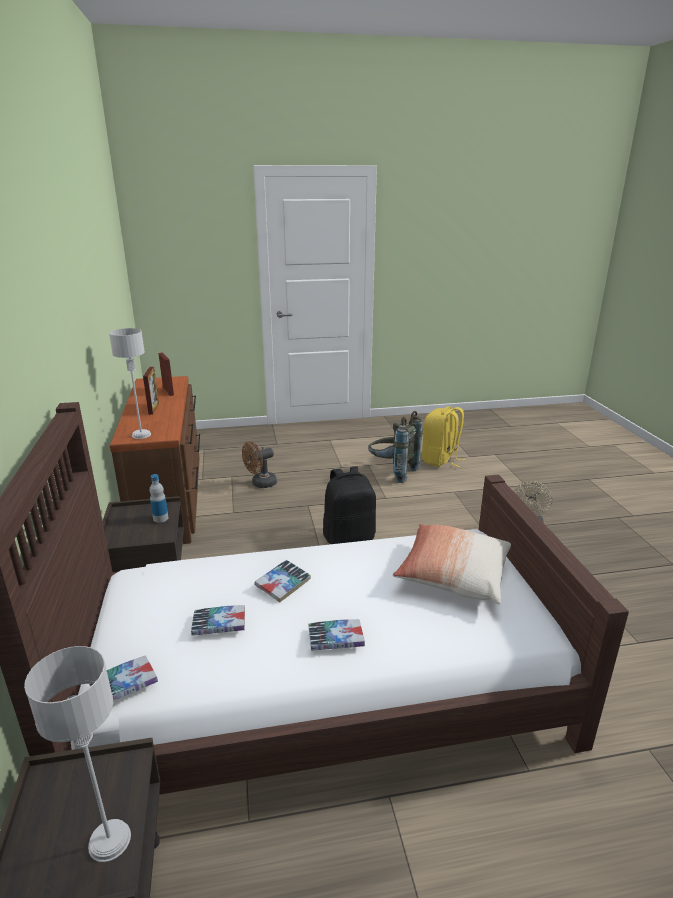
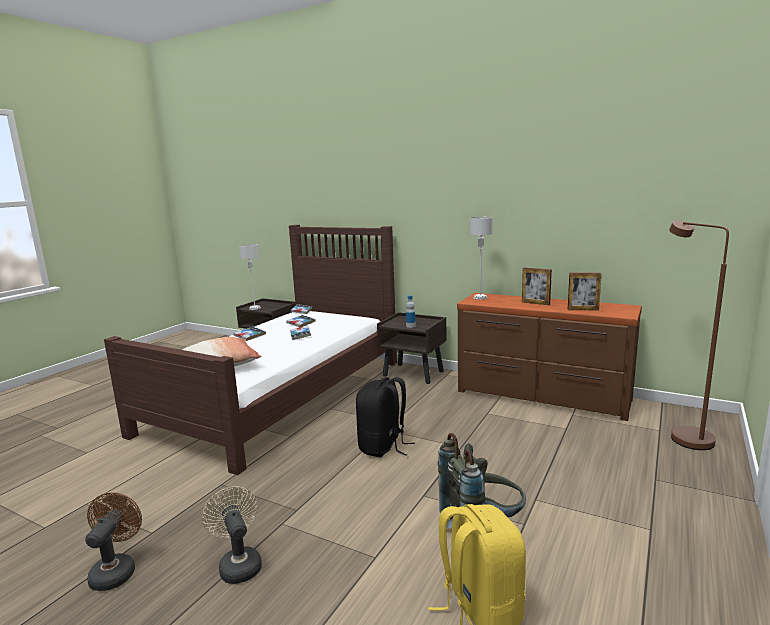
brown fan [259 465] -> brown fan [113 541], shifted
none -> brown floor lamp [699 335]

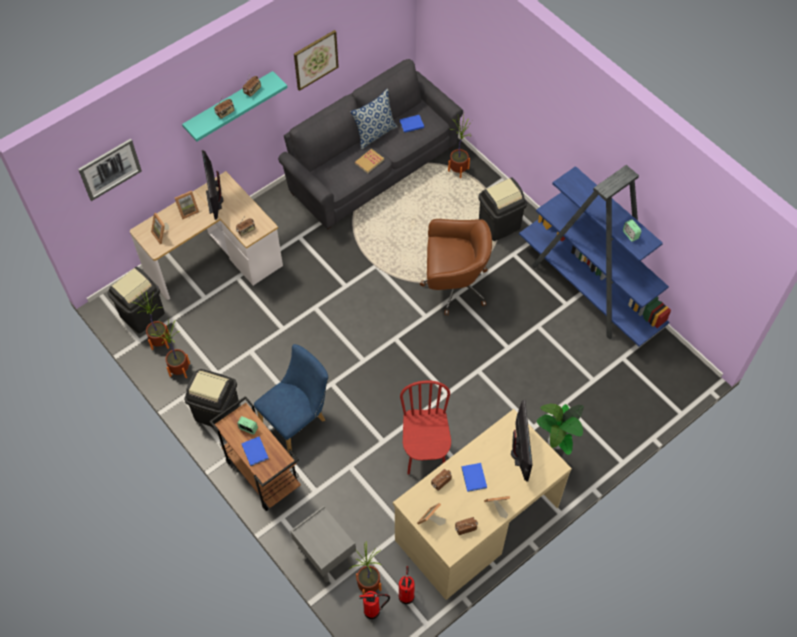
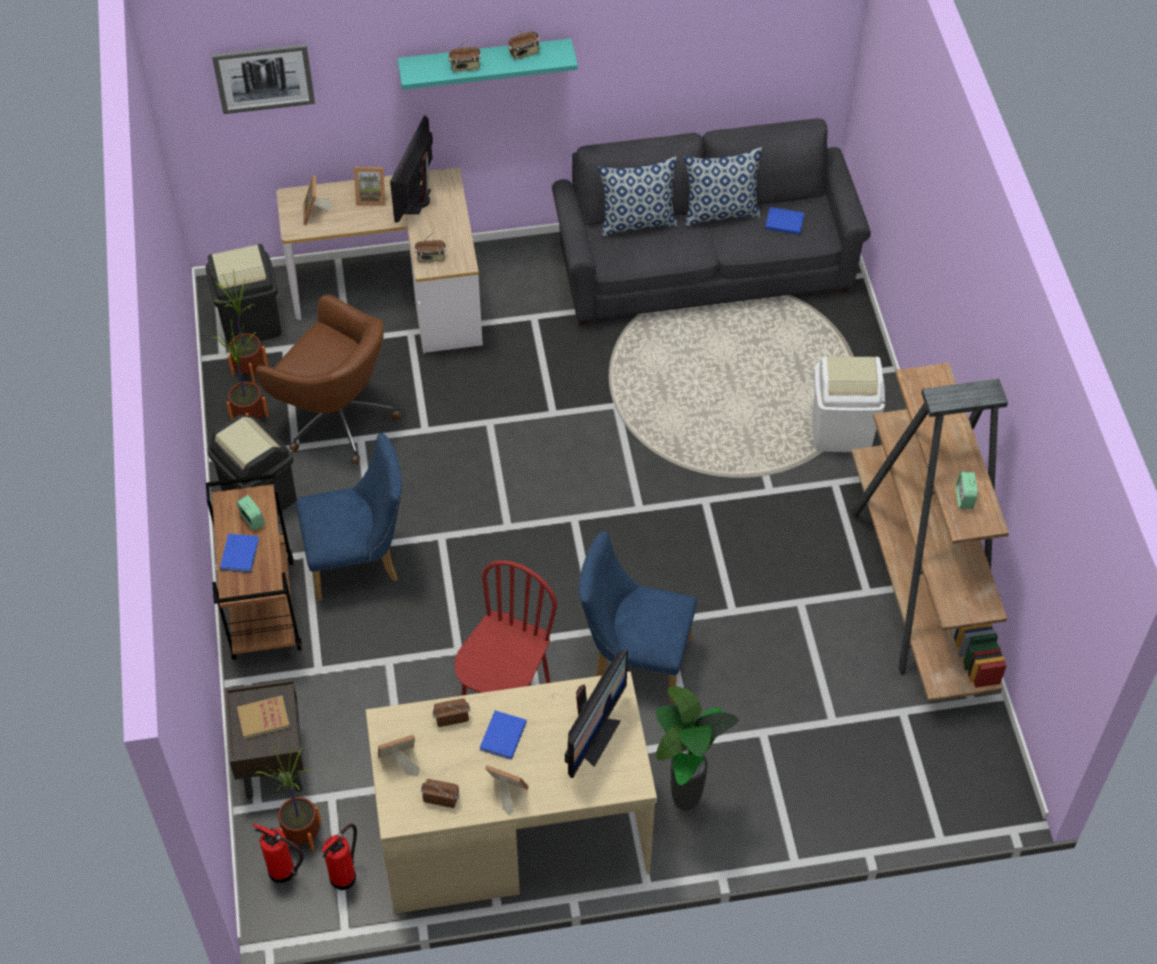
grey nightstand [323 544] -> brown nightstand [264 739]
book [369 161] -> book [263 717], shifted
brown office chair [456 267] -> brown office chair [328 379], shifted
none -> blue chair [637 617]
none -> pillow [638 196]
black trash can [502 209] -> white trash can [848 404]
blue bookcase [595 256] -> brown bookcase [930 532]
picture [316 60] -> none
potted plant [460 147] -> none

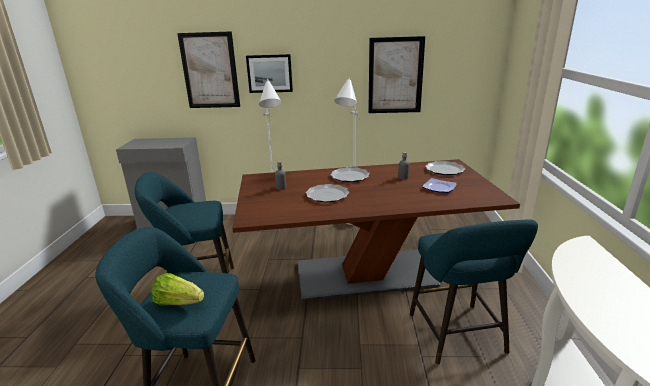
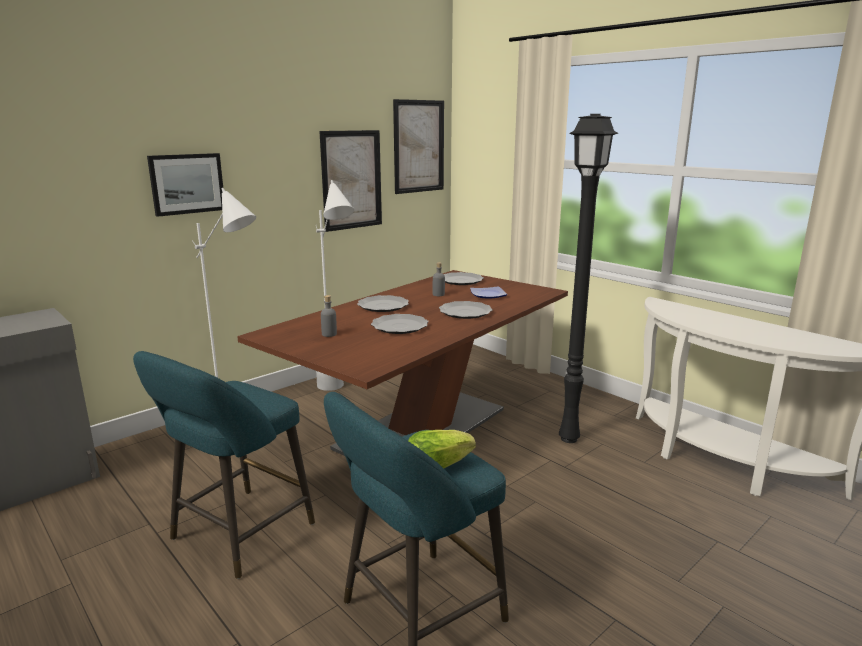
picture [208 69] -> picture [418 146], shifted
none -> plate [466 310]
turquoise stool [474 292] -> black floor lamp [588 278]

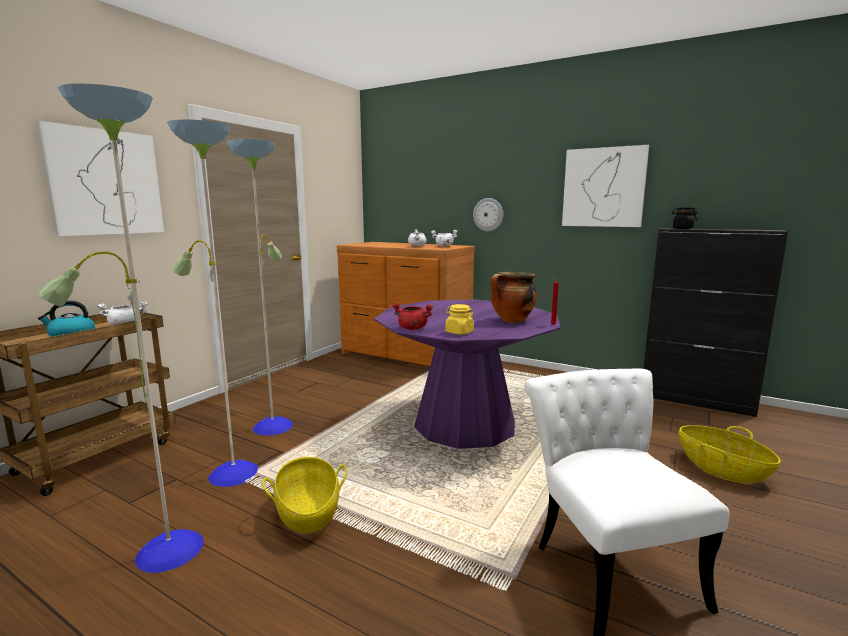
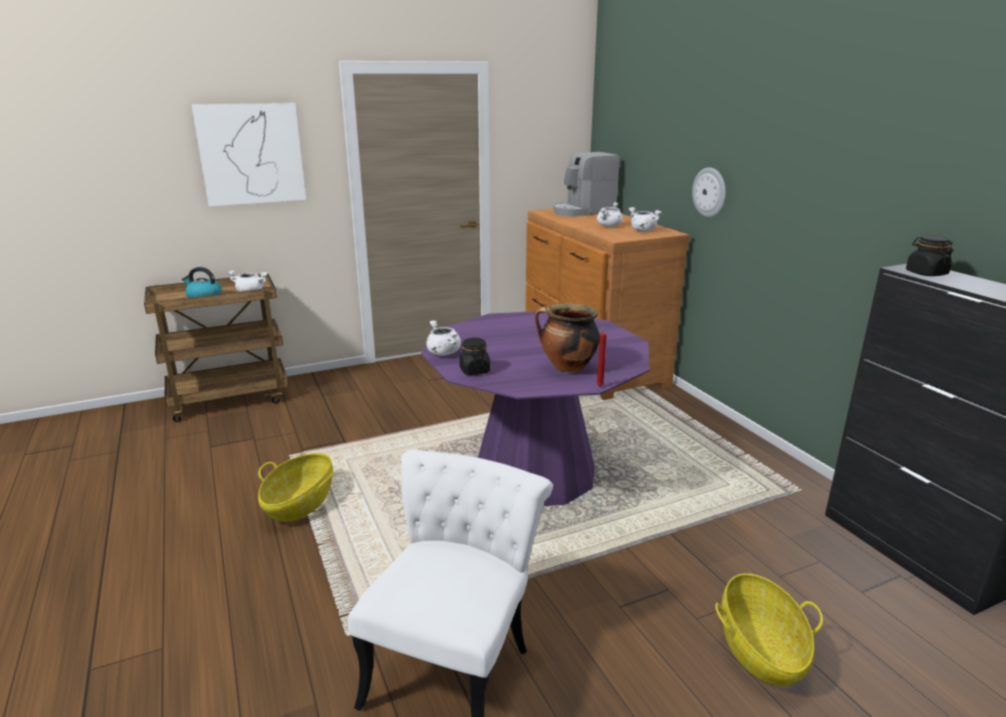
red cooking pot [413 316] -> white cooking pot [443 338]
yellow jar [459 319] -> black jar [474 356]
none -> coffee machine [586 184]
floor lamp [166 328] -> none
picture [605 186] -> none

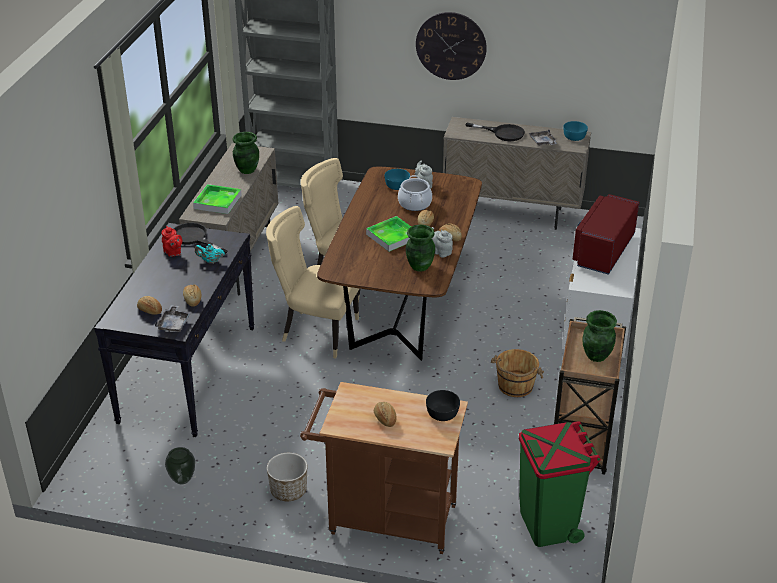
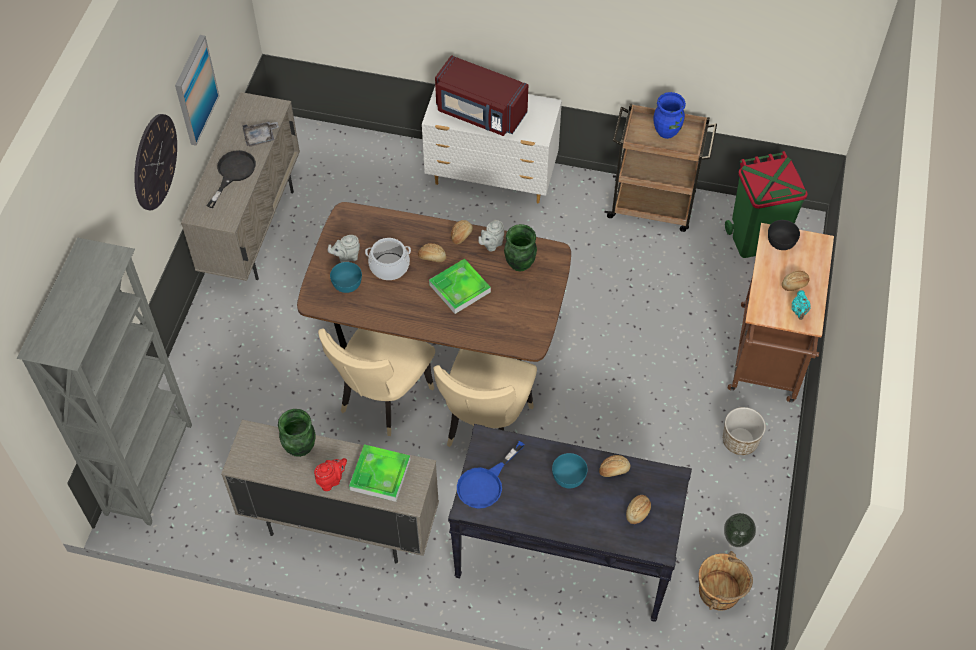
none -> picture [197 90]
red teapot [172 241] -> red teapot [330 474], shifted
black frying pan [200 238] -> blue frying pan [491 475]
turquoise bowl [575 131] -> turquoise bowl [569 470], shifted
green vase [600 336] -> blue vase [670 115]
brown bucket [517 373] -> brown bucket [725 581], shifted
turquoise teapot [210 254] -> turquoise teapot [801 305], shifted
grey tray [173 318] -> none

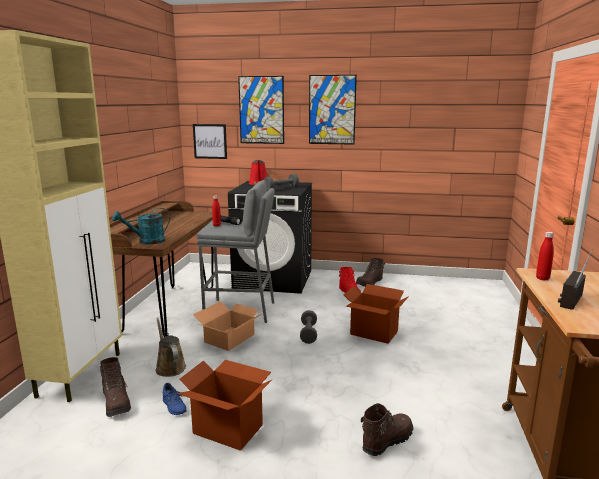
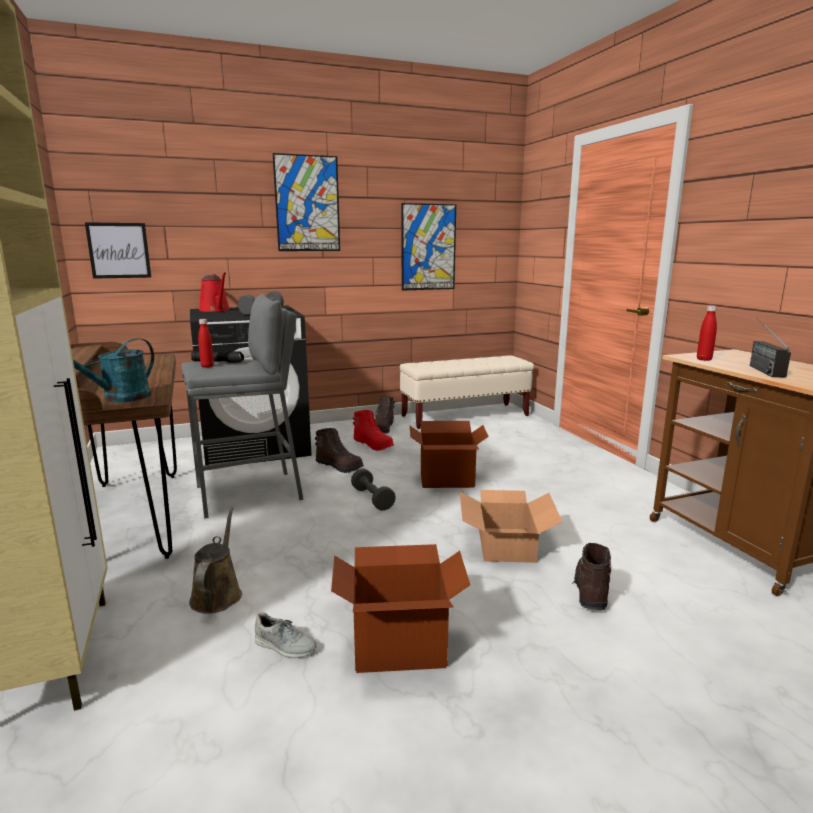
brown watering can [170 347] -> brown watering can [215 561], 60 degrees clockwise
blue shoe [174 399] -> grey shoe [286 635]
brown boot [115 387] -> brown boot [339 450], shifted
none -> beige bench [467 392]
picture [261 110] -> picture [428 247], shifted
cardboard box [228 326] -> cardboard box [511 526], shifted

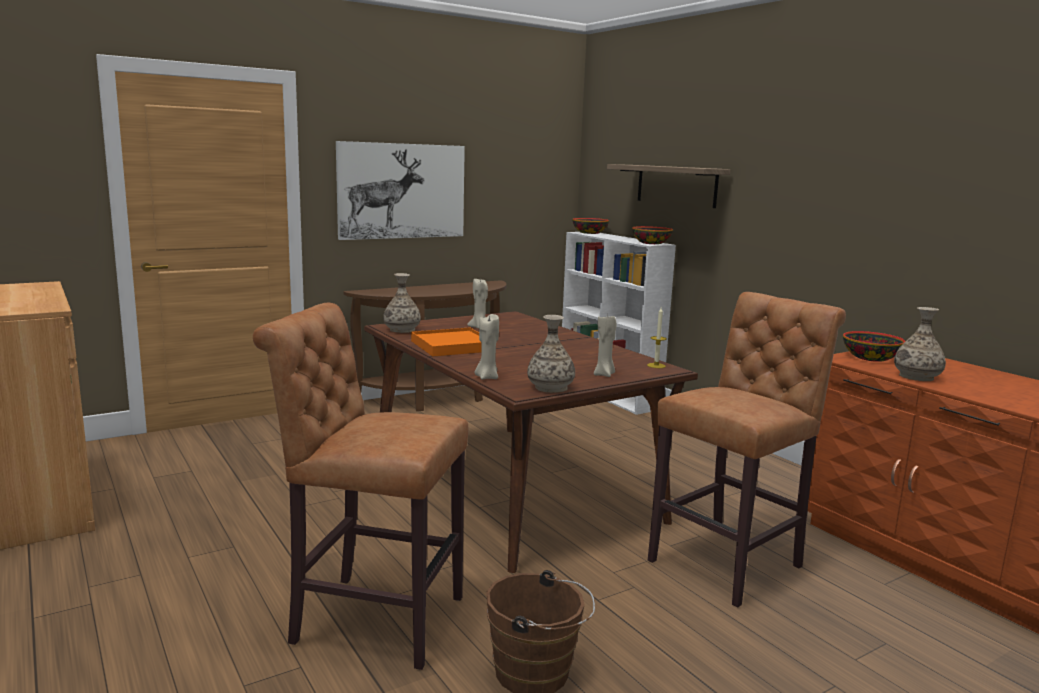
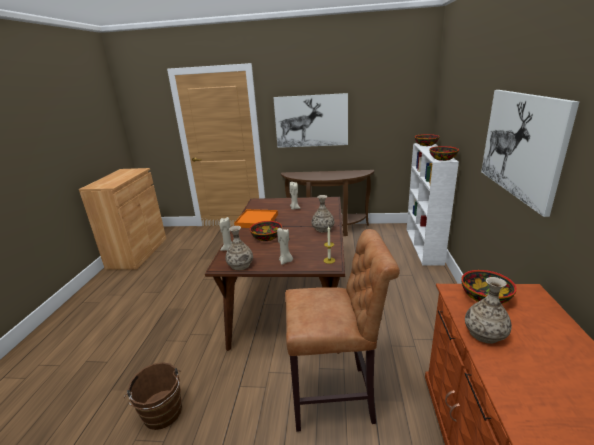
none -> bowl [266 231]
vase [402 303] -> vase [323 213], shifted
none -> picture [530 153]
brown stool [360 486] -> none
shelf [669 186] -> none

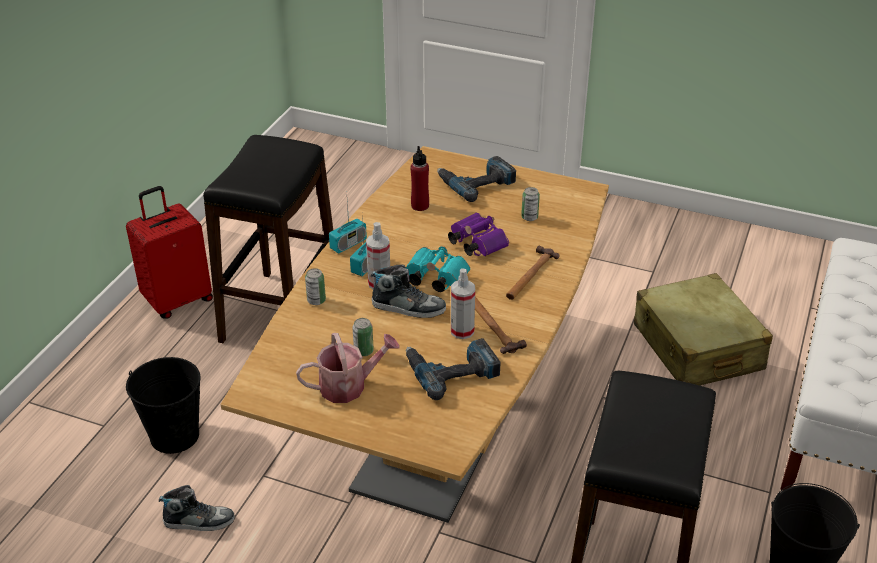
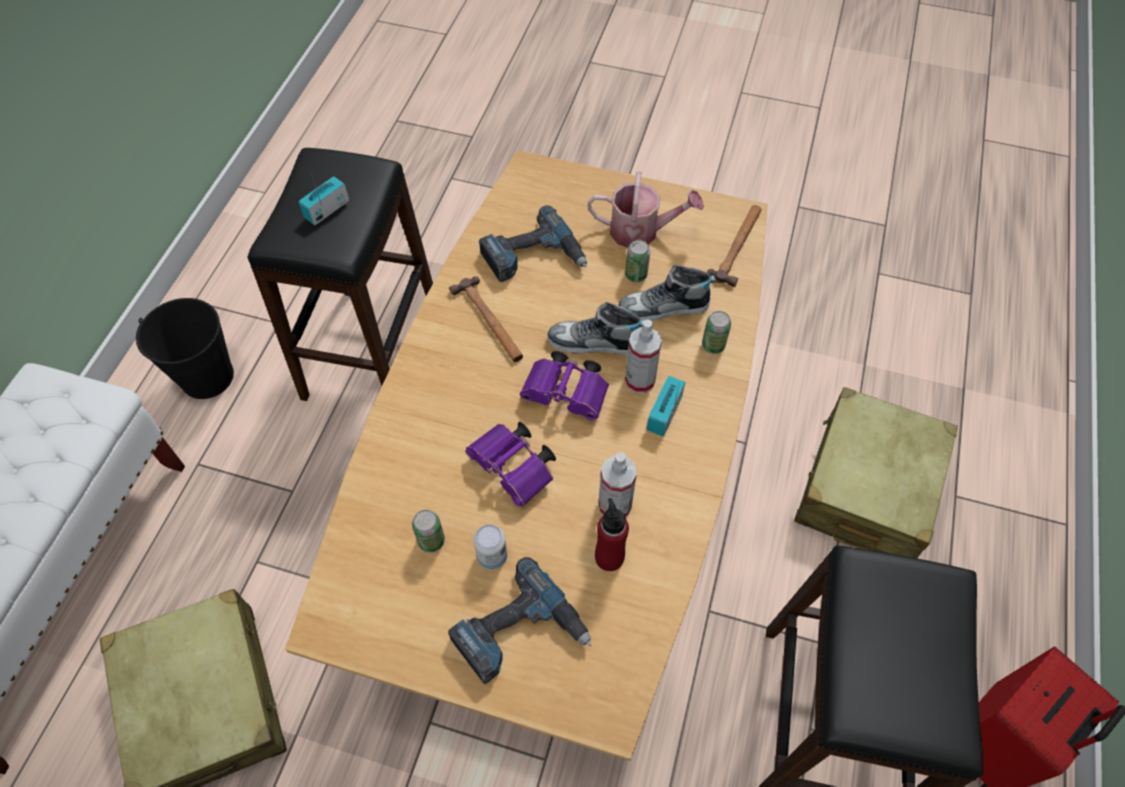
radio [348 228] -> radio [324 199], shifted
none -> can [490 547]
turquoise binoculars [438 269] -> purple binoculars [564 385]
watering can [348 368] -> watering can [646 209], 150 degrees counterclockwise
spray bottle [463 303] -> spray bottle [617 485], shifted
shoe [197 508] -> shoe [667 293], shifted
hammer [533 272] -> hammer [734 246], shifted
black bucket [163 405] -> beige suitcase [876 472]

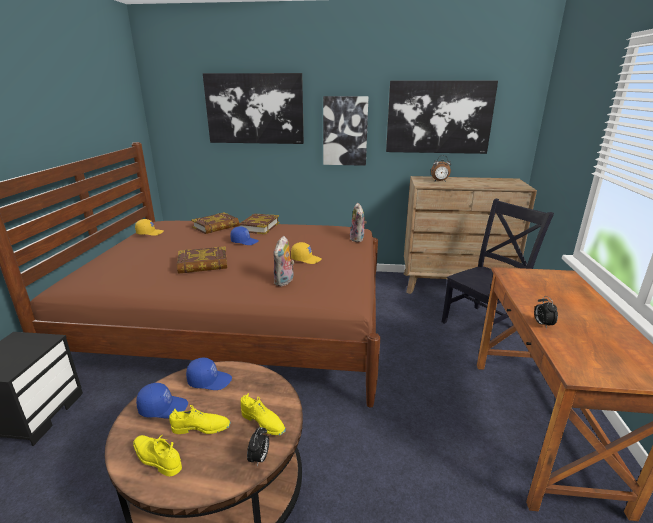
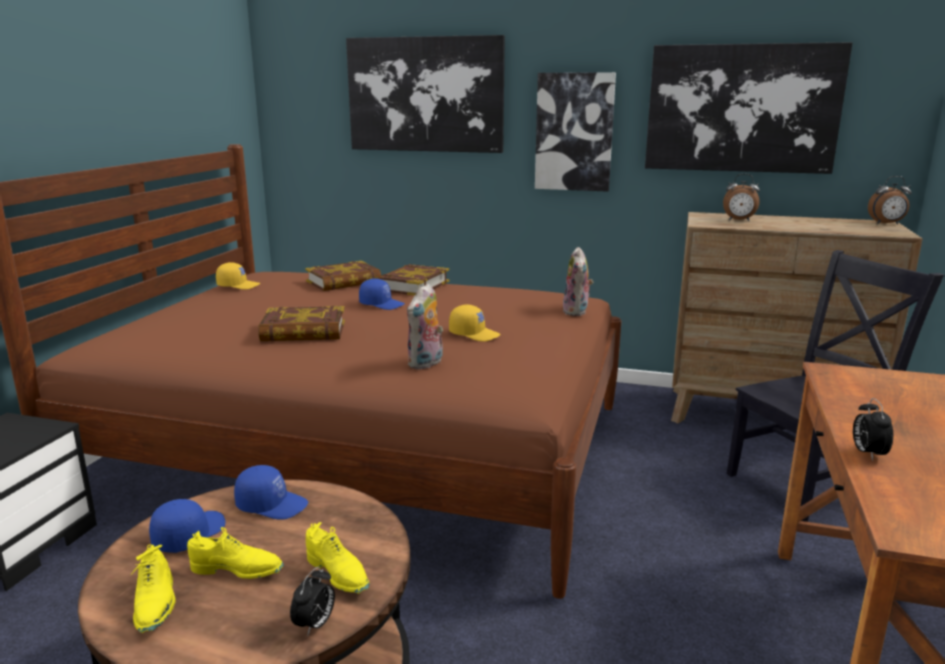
yellow shoe [157 455] -> yellow shoe [153 588], 150 degrees counterclockwise
blue cap [162 401] -> blue cap [187 526], 75 degrees counterclockwise
none -> alarm clock [889 200]

